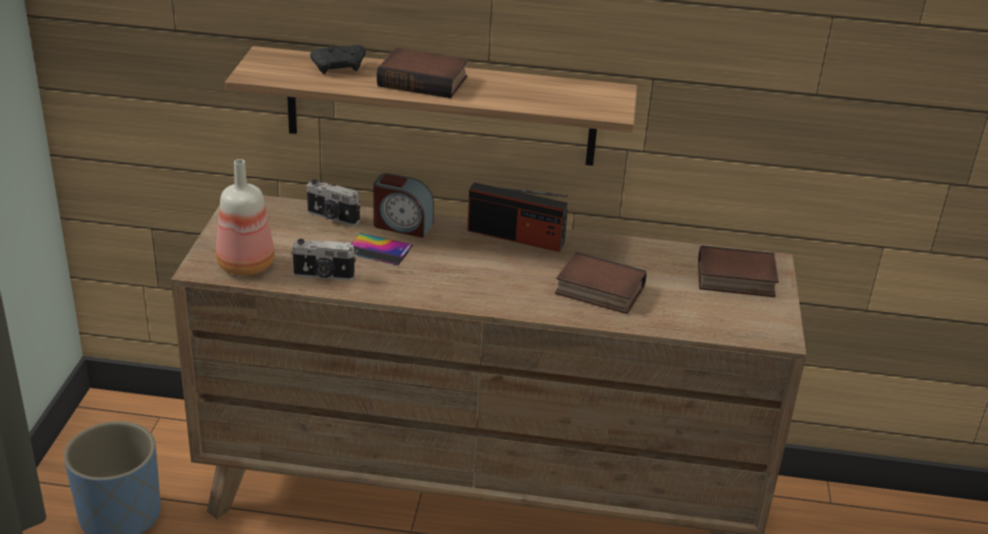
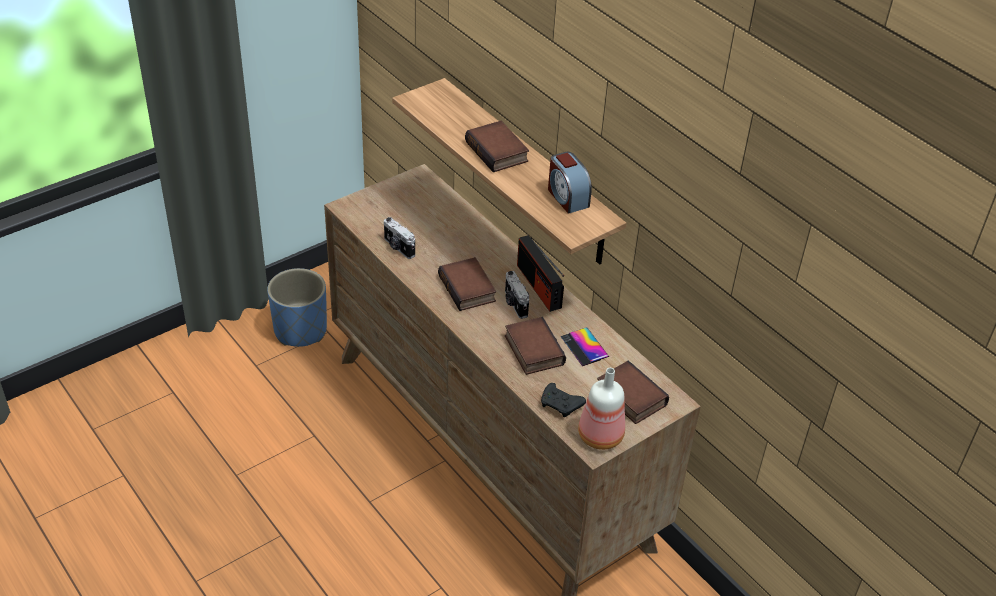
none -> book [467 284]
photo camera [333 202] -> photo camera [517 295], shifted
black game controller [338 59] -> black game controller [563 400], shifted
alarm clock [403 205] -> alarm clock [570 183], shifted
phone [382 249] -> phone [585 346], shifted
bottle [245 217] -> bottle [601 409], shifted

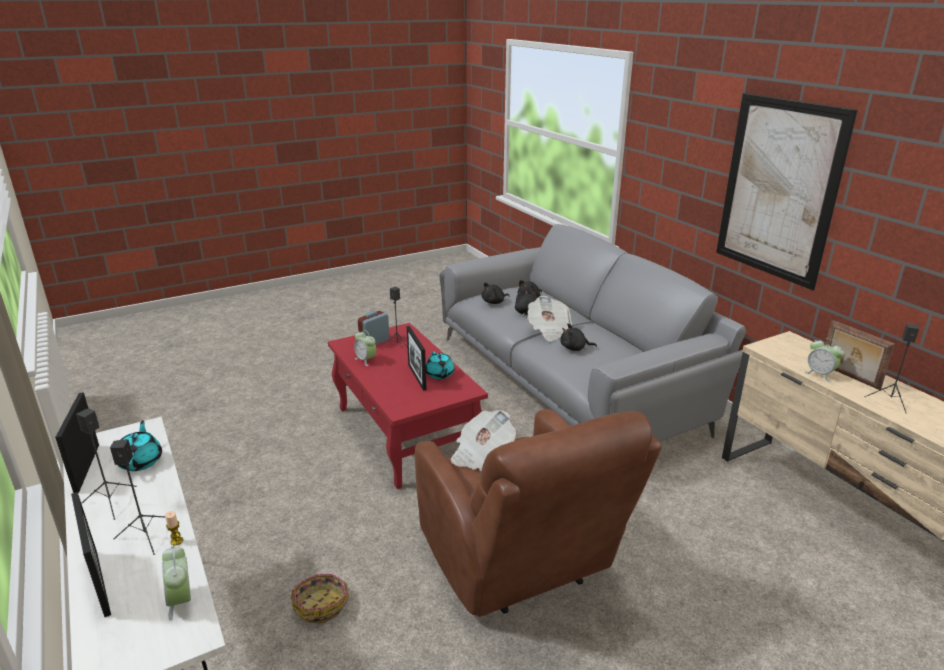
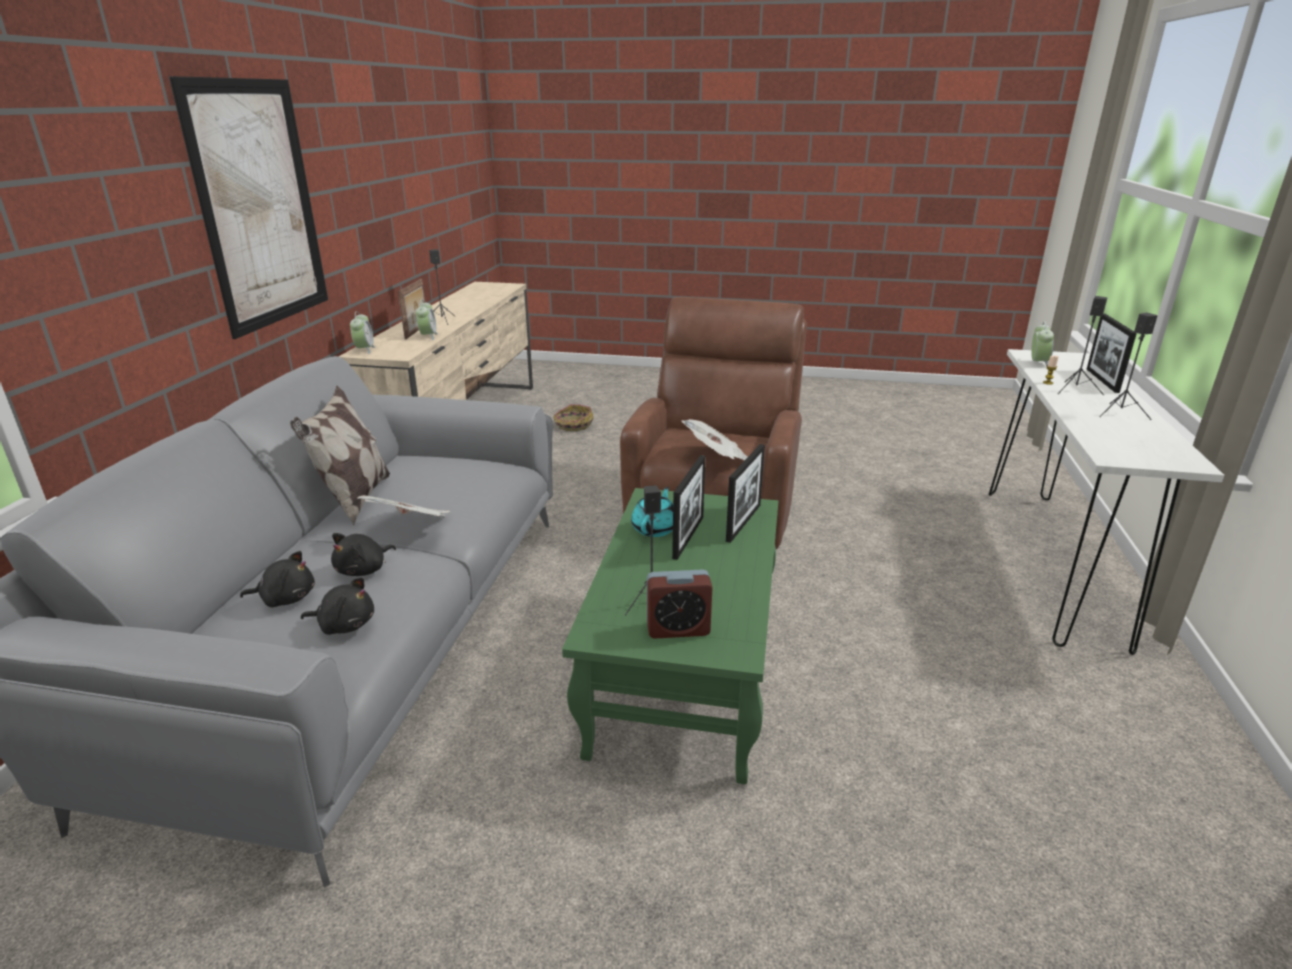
none -> pillow [340 455]
alarm clock [365 348] -> alarm clock [363 332], shifted
basket [320 598] -> basket [573 417], shifted
red coffee table [408 406] -> green coffee table [670 636]
picture frame [77 442] -> picture frame [745 493], shifted
turquoise teapot [140 445] -> none
black plush toy [578 337] -> none

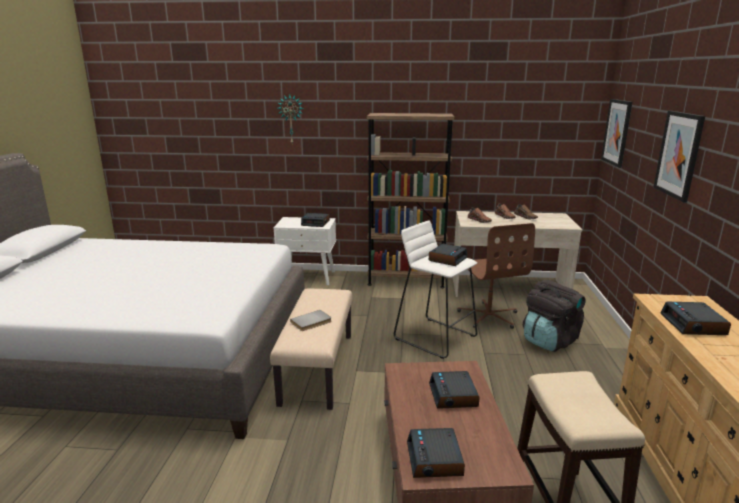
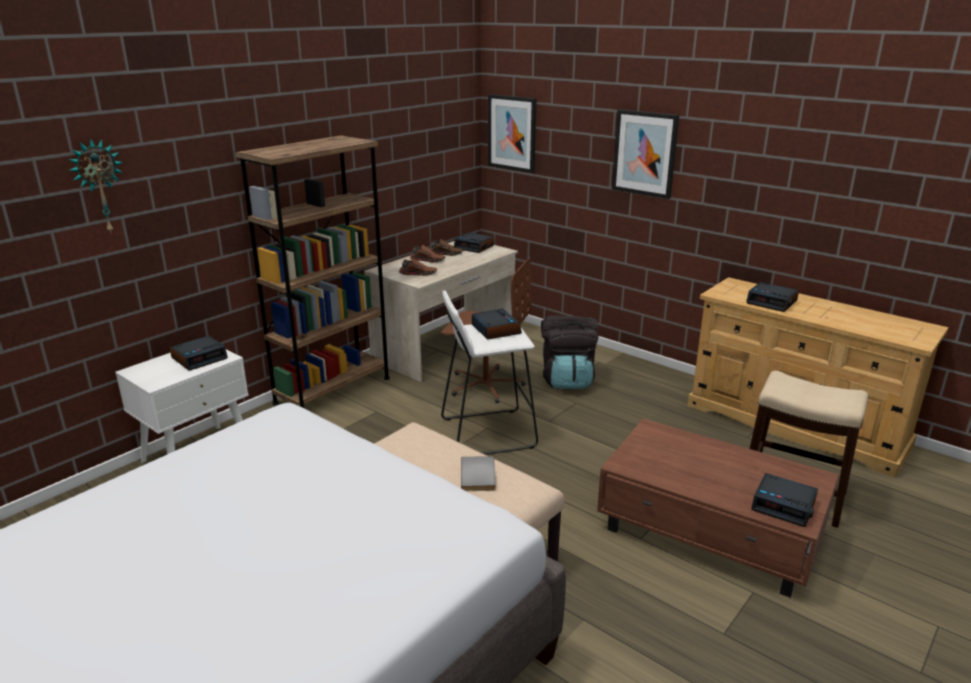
alarm clock [454 390] -> alarm clock [474 242], shifted

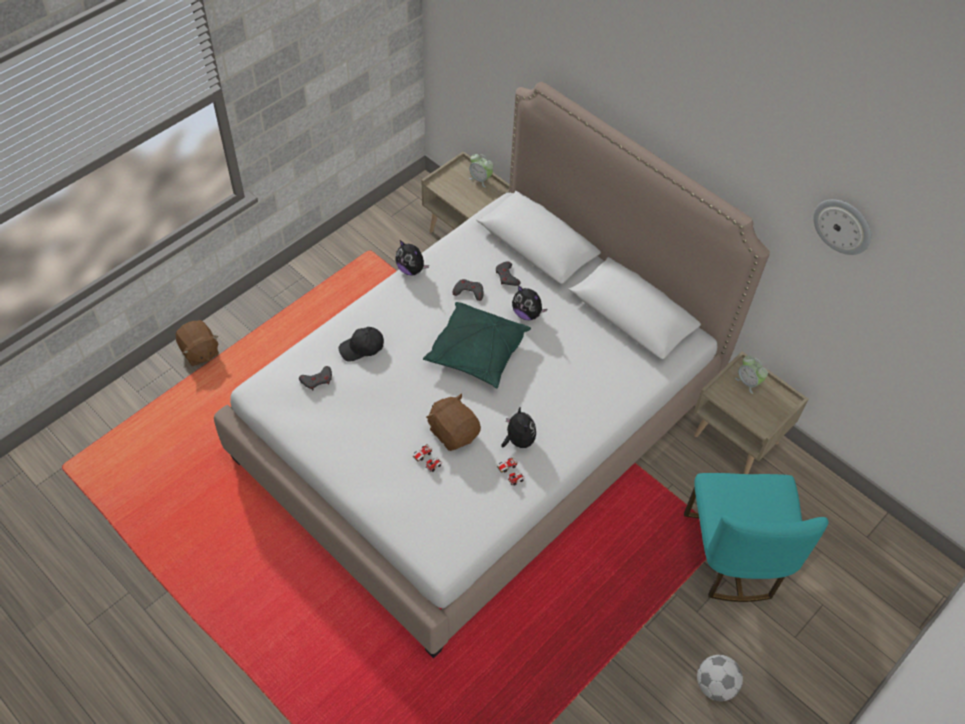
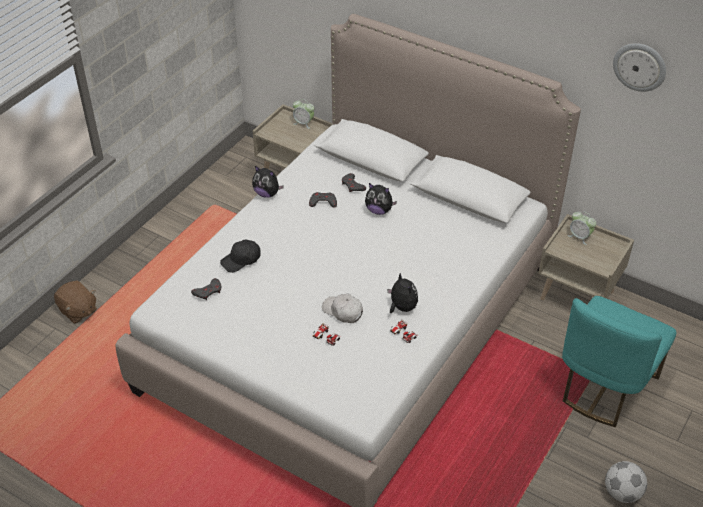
brown plush toy [453 422] -> white cap [342 308]
turquoise chair [756 537] -> turquoise chair [619 361], 45 degrees clockwise
green pillow [477 345] -> none

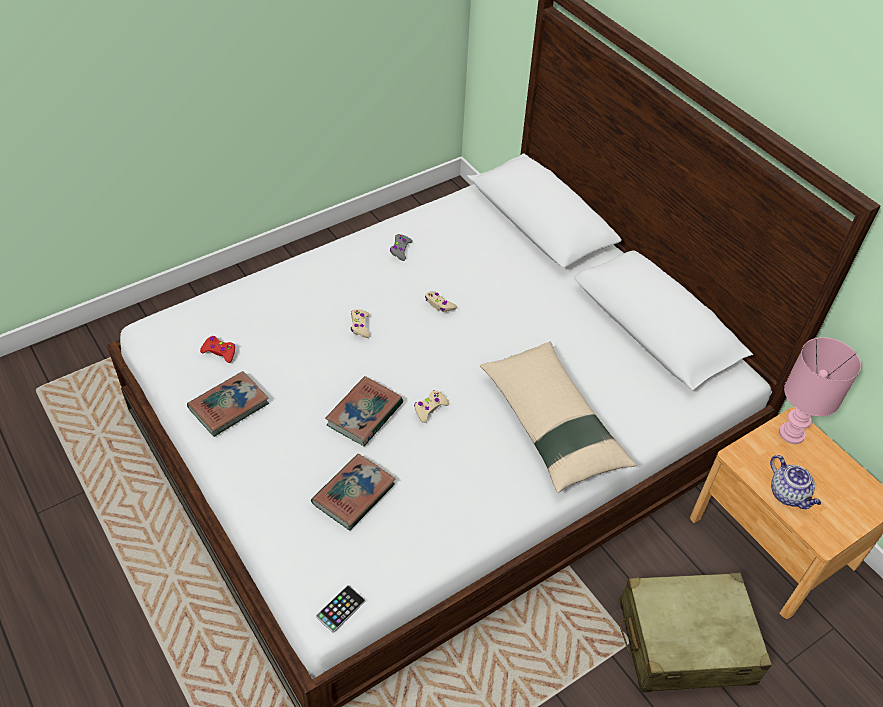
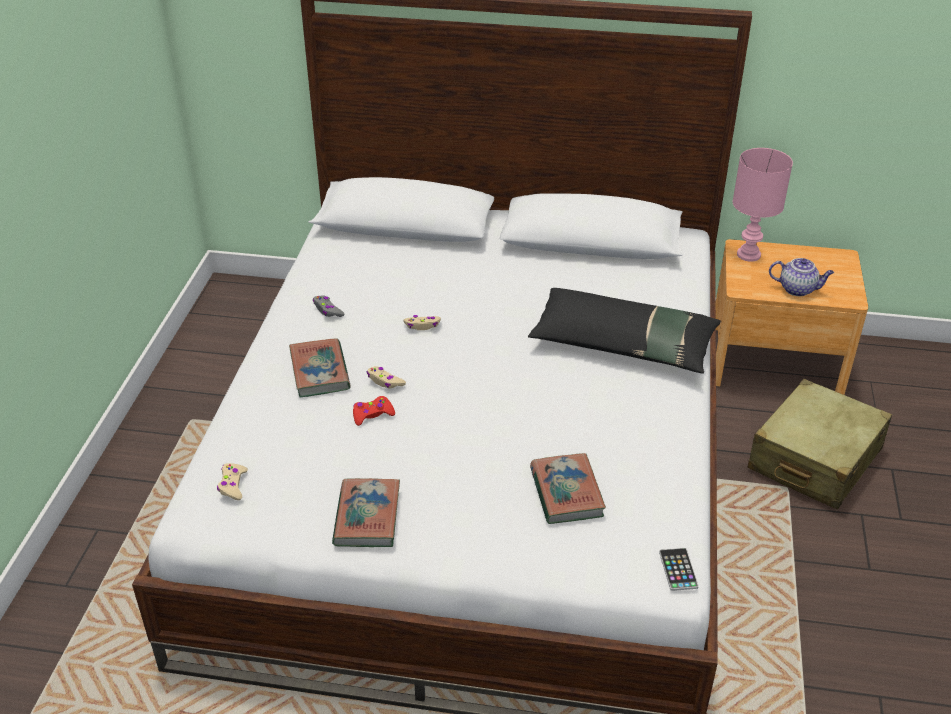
beige game controller [431 406] -> beige game controller [232 481], shifted
book [364 411] -> book [320 367], shifted
red game controller [217 349] -> red game controller [374 411], shifted
beige pillow [558 417] -> black pillow [624 331]

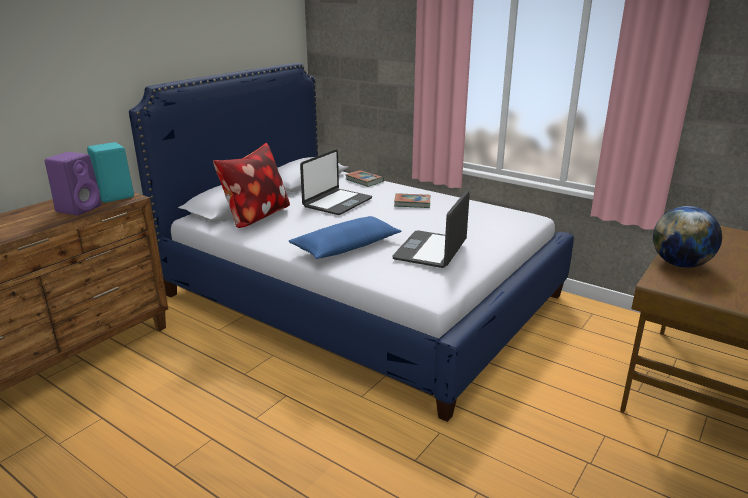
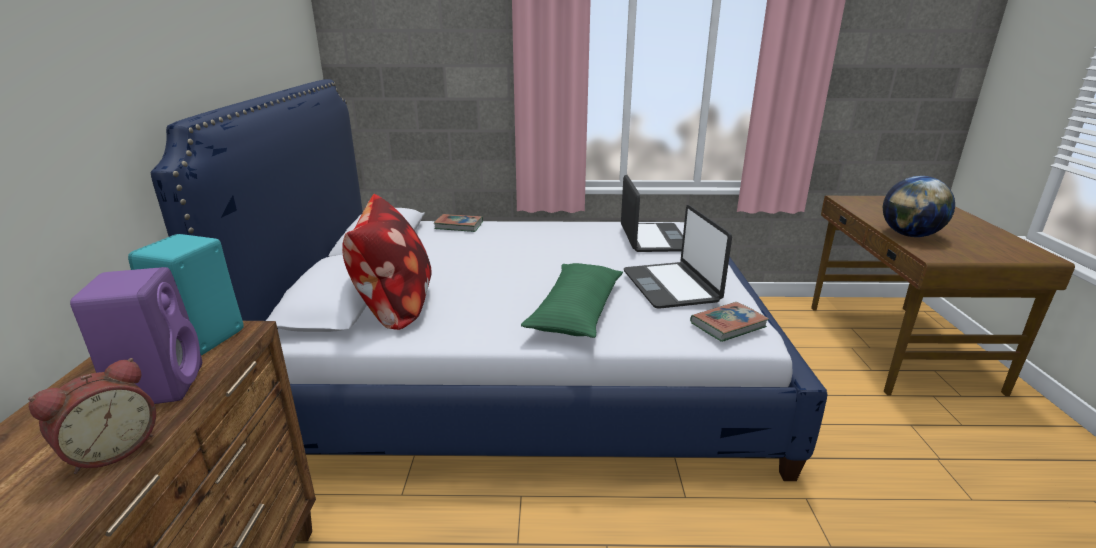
none -> alarm clock [92 416]
blue pillow [345 237] -> green pillow [572 300]
laptop [336 182] -> laptop [652 213], shifted
book [412 200] -> book [729 322], shifted

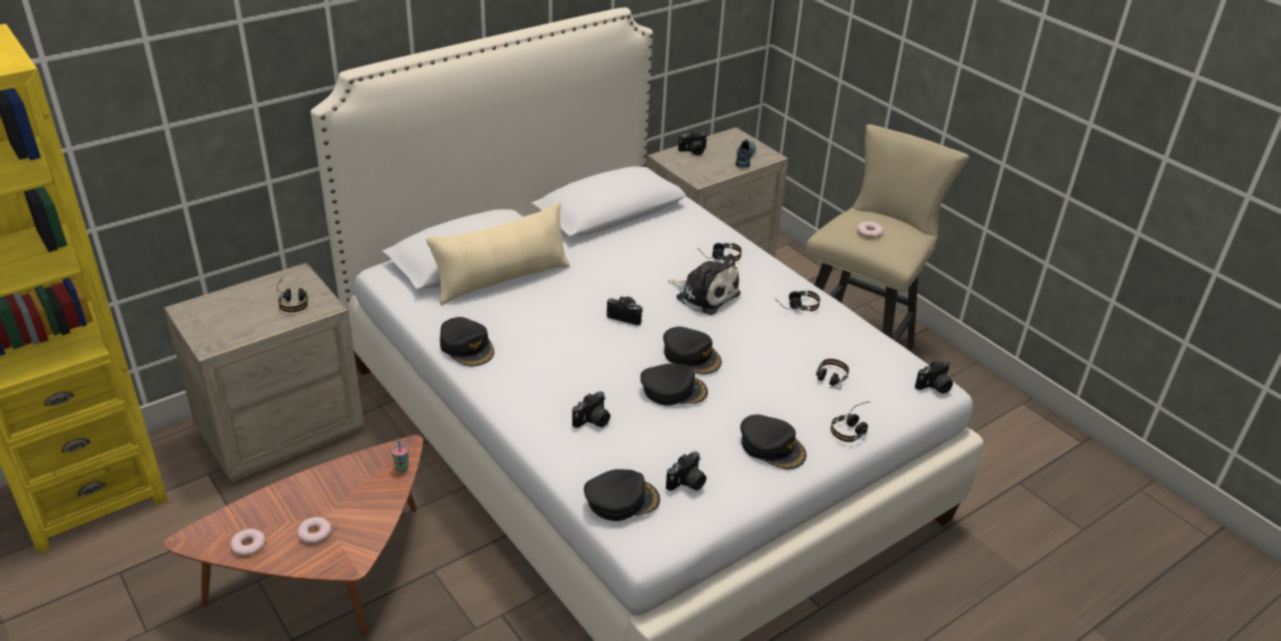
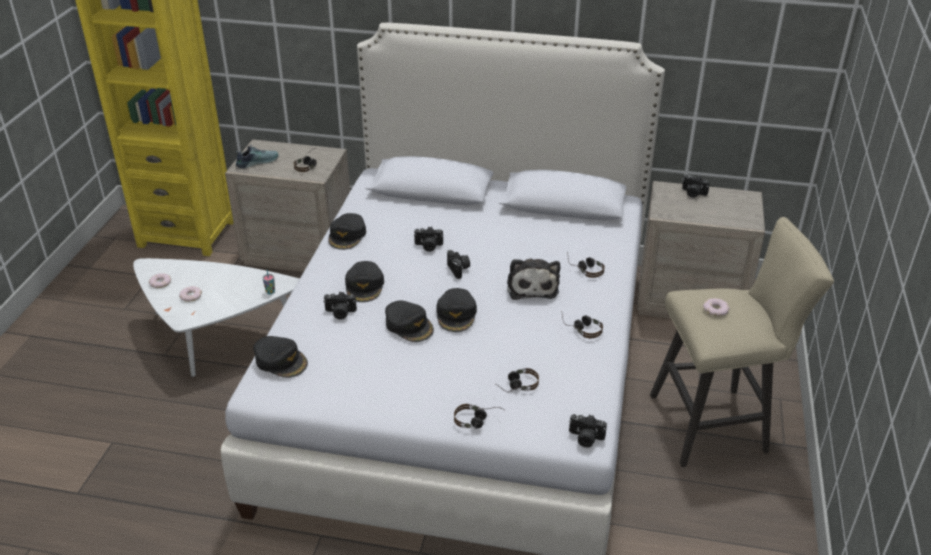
brown coffee table [293 535] -> white coffee table [216 317]
shoe [746 153] -> shoe [257 157], shifted
black cap [773 442] -> black cap [364 281], shifted
photo camera [686 471] -> photo camera [428 239], shifted
beige pillow [498 253] -> none

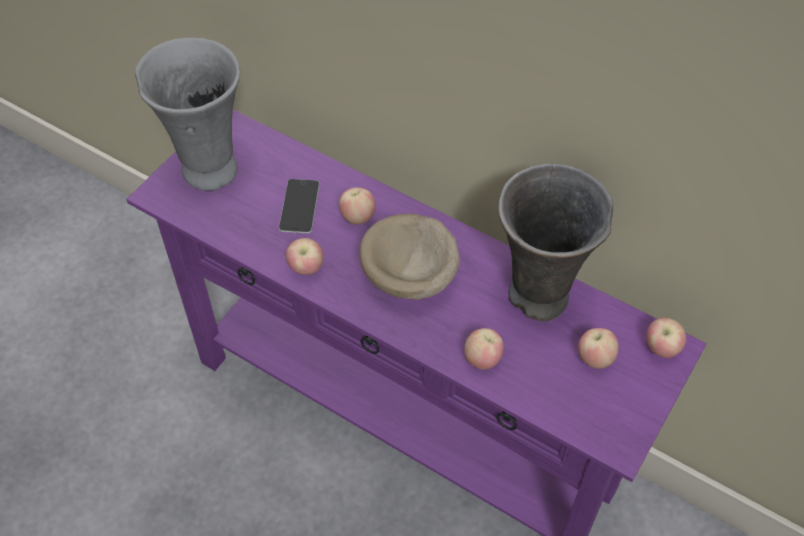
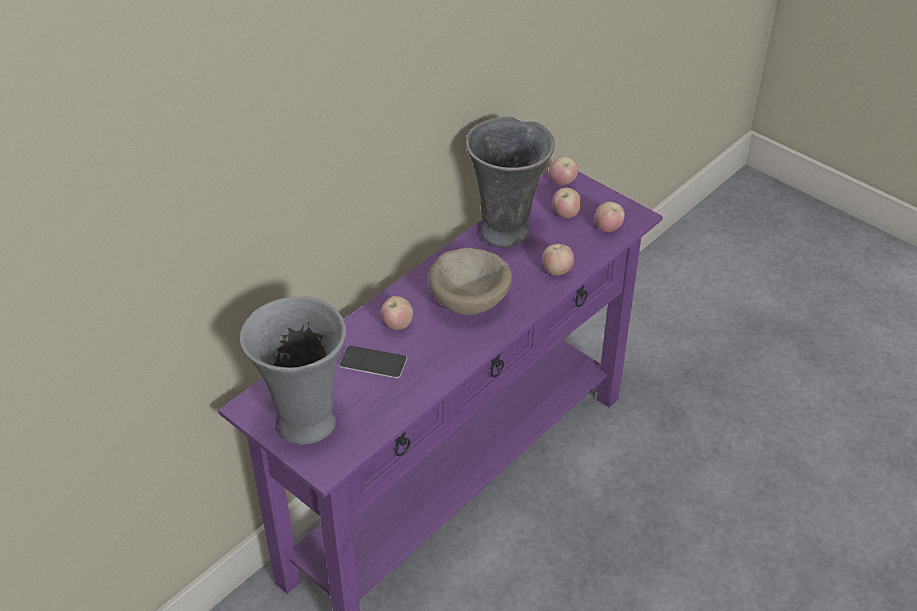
apple [304 256] -> apple [610 216], shifted

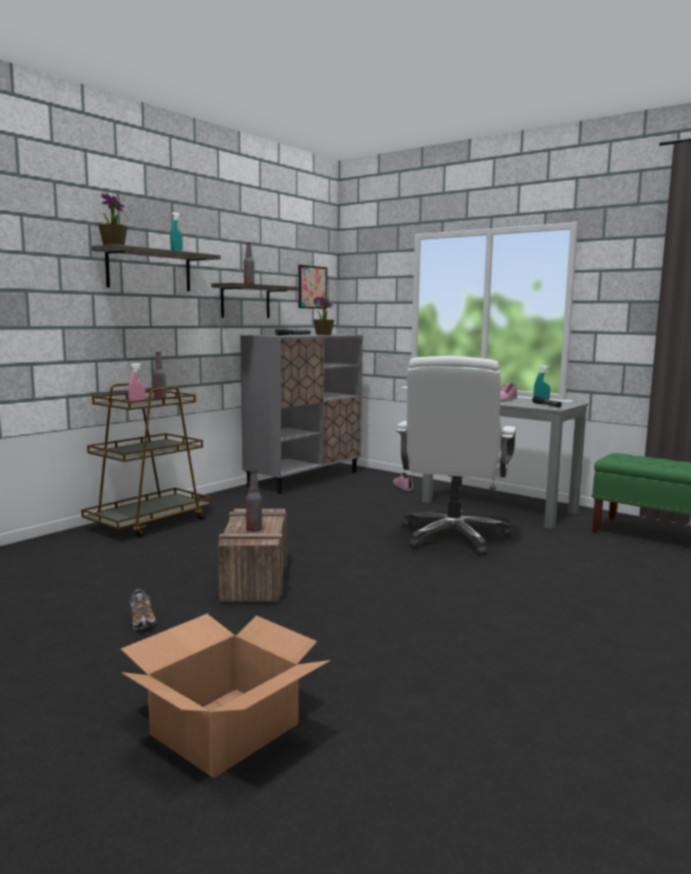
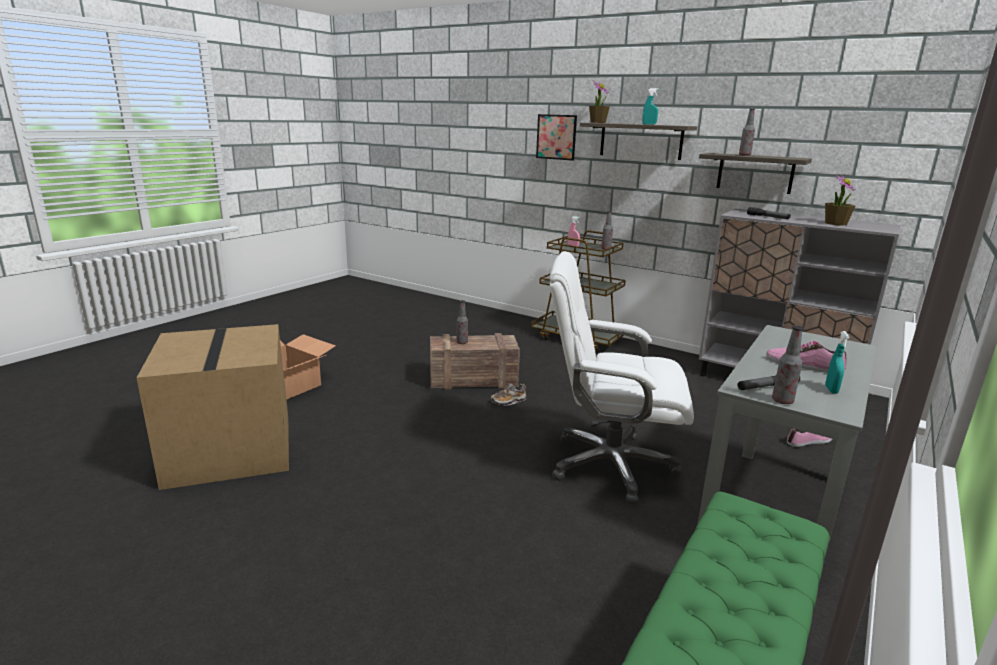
none -> cardboard box [213 407]
shoe [142 609] -> shoe [508 394], shifted
picture [312 287] -> picture [556 137], shifted
none -> bottle [788 365]

